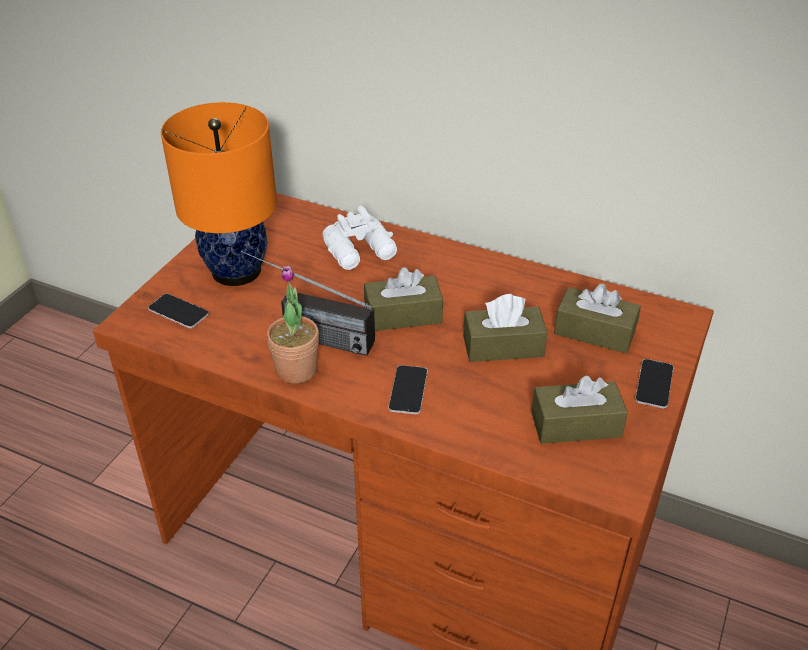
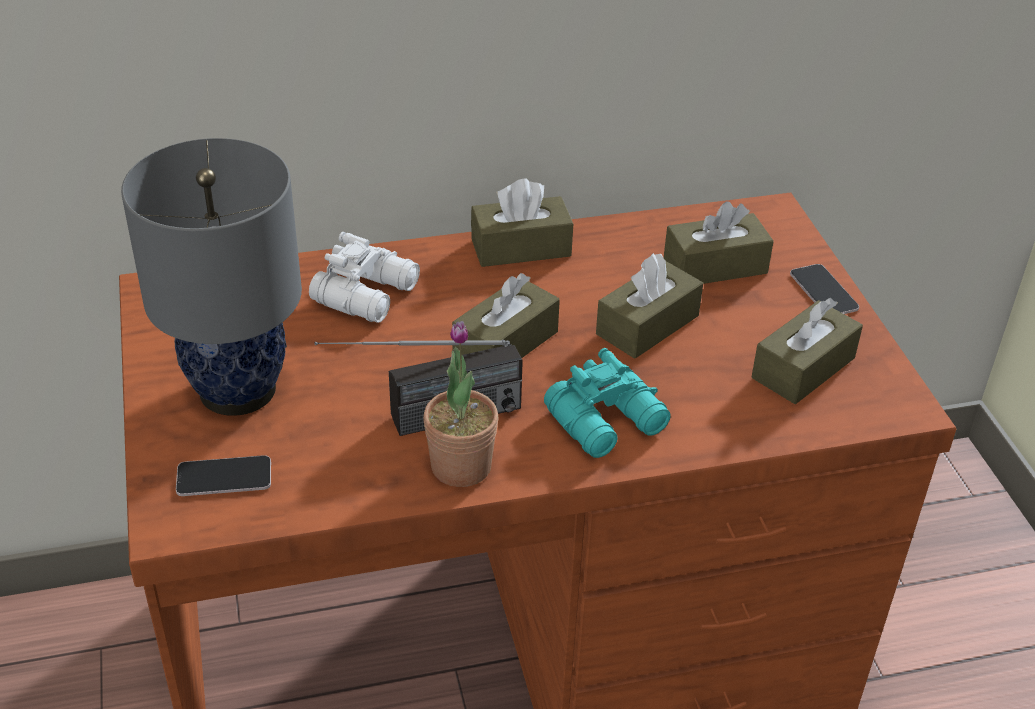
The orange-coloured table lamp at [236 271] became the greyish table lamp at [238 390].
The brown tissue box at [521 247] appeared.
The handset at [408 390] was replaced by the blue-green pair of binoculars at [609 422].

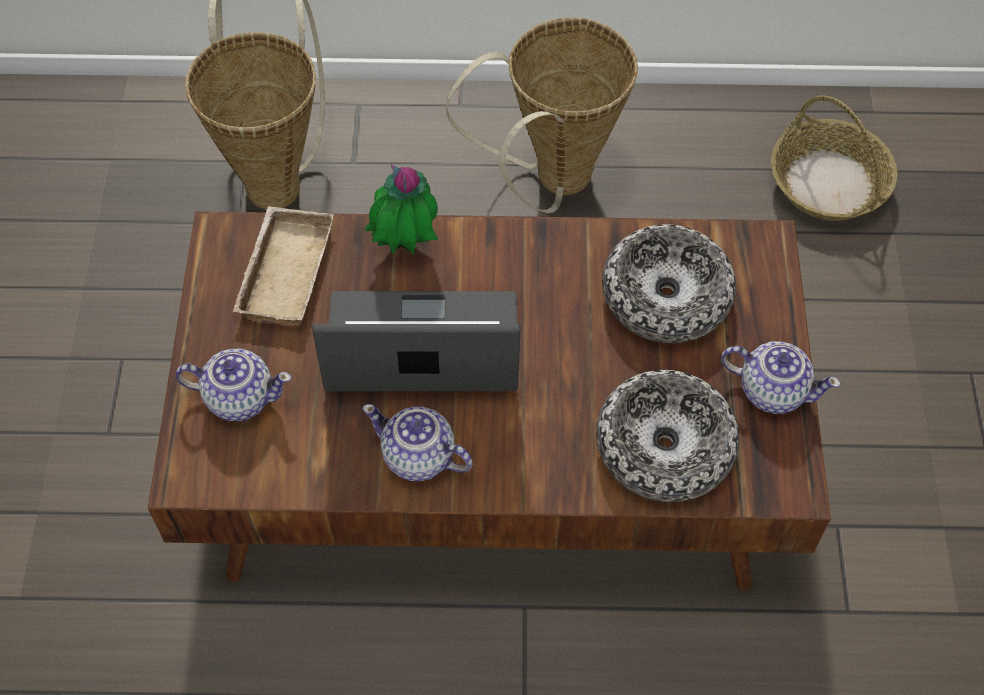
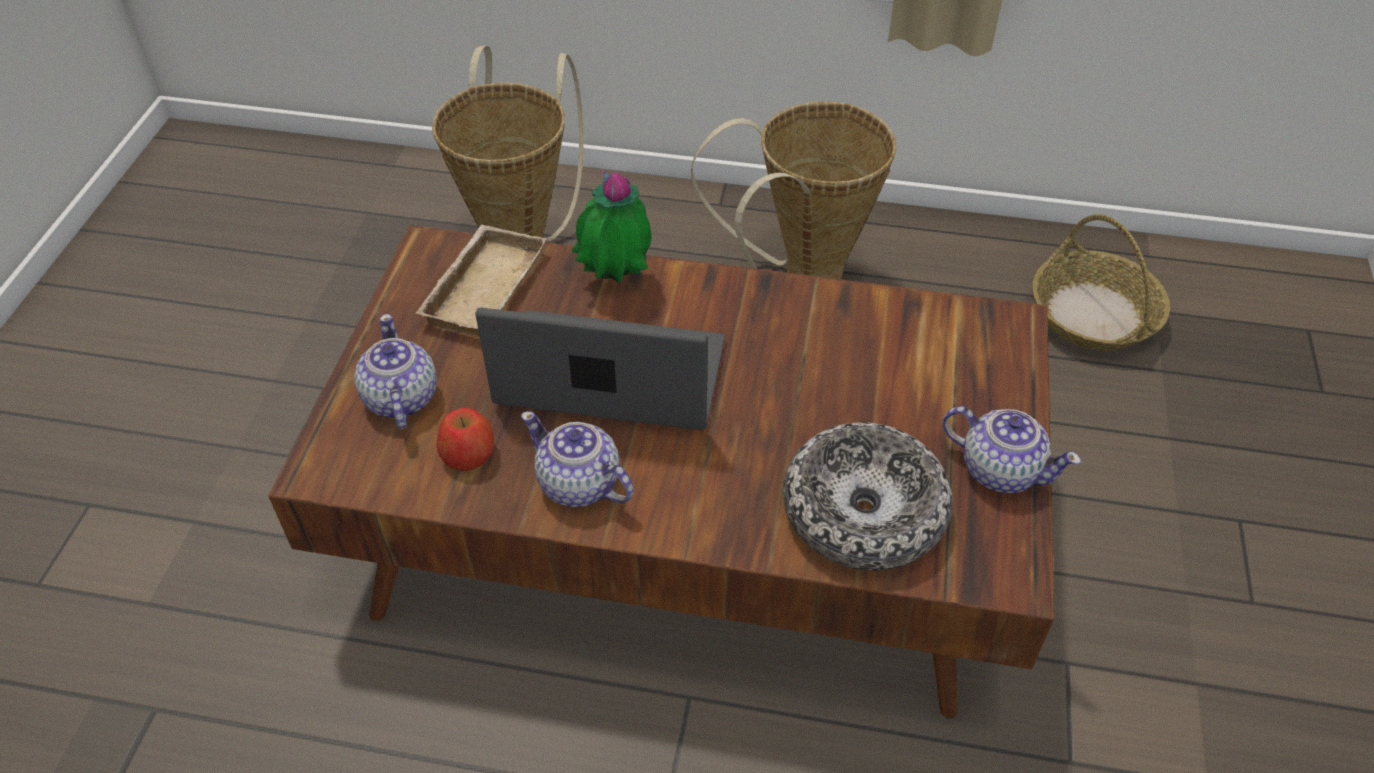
The tea pot at [239 397] turned 120 degrees counterclockwise.
The whole apple at [468 454] appeared.
The bowl at [666 295] disappeared.

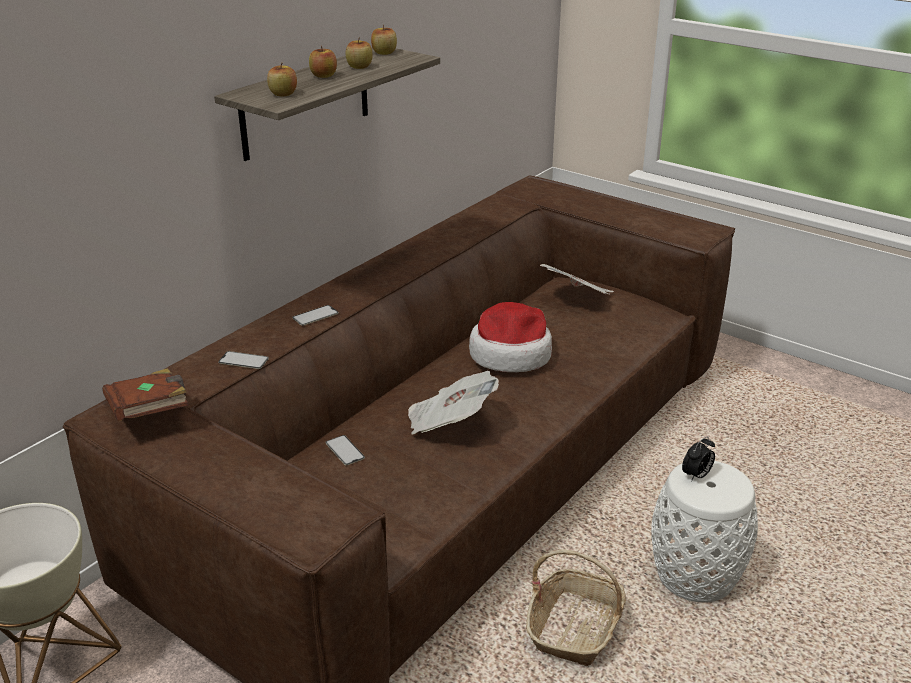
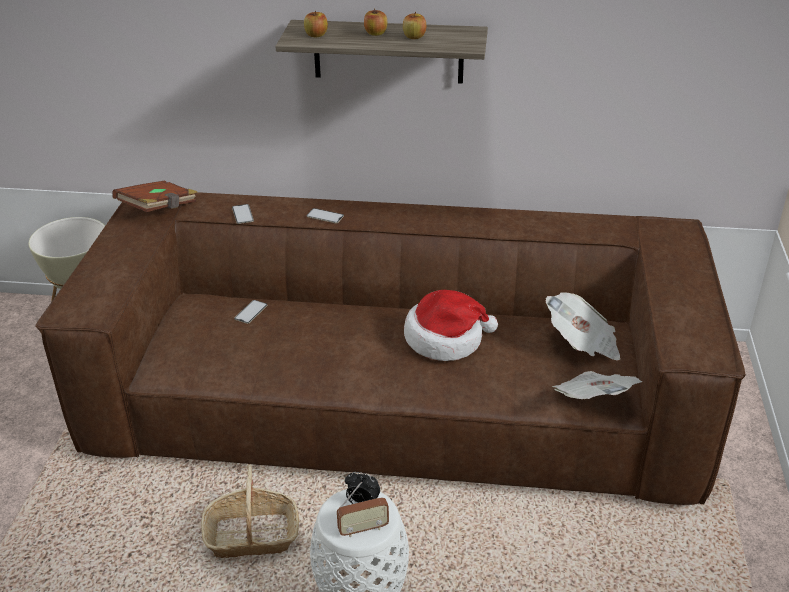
The radio at [363 529] appeared.
The printed paper moved from [449 422] to [593 401].
The whole apple at [384 53] disappeared.

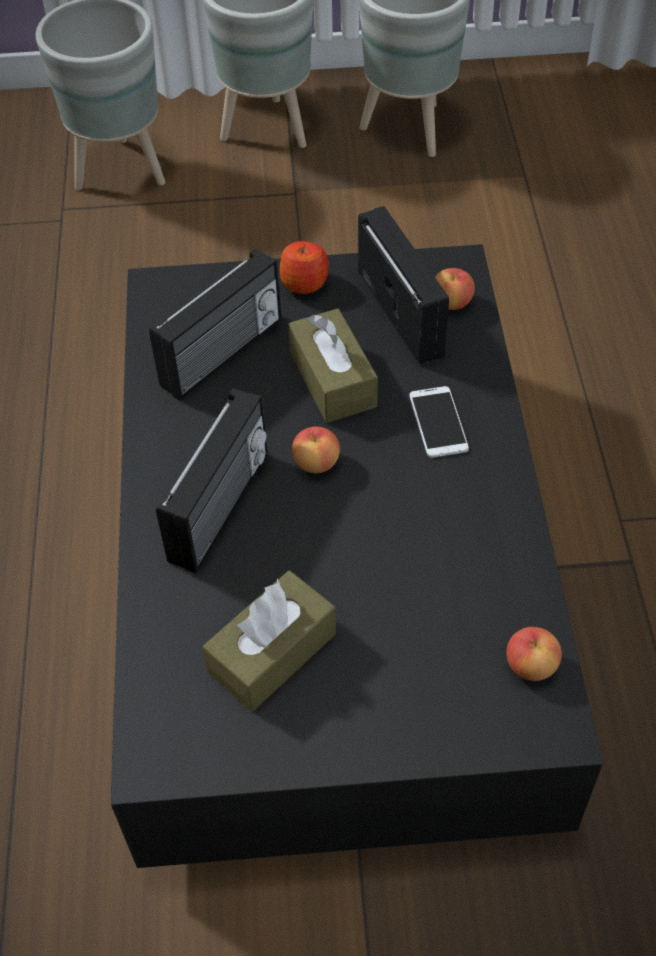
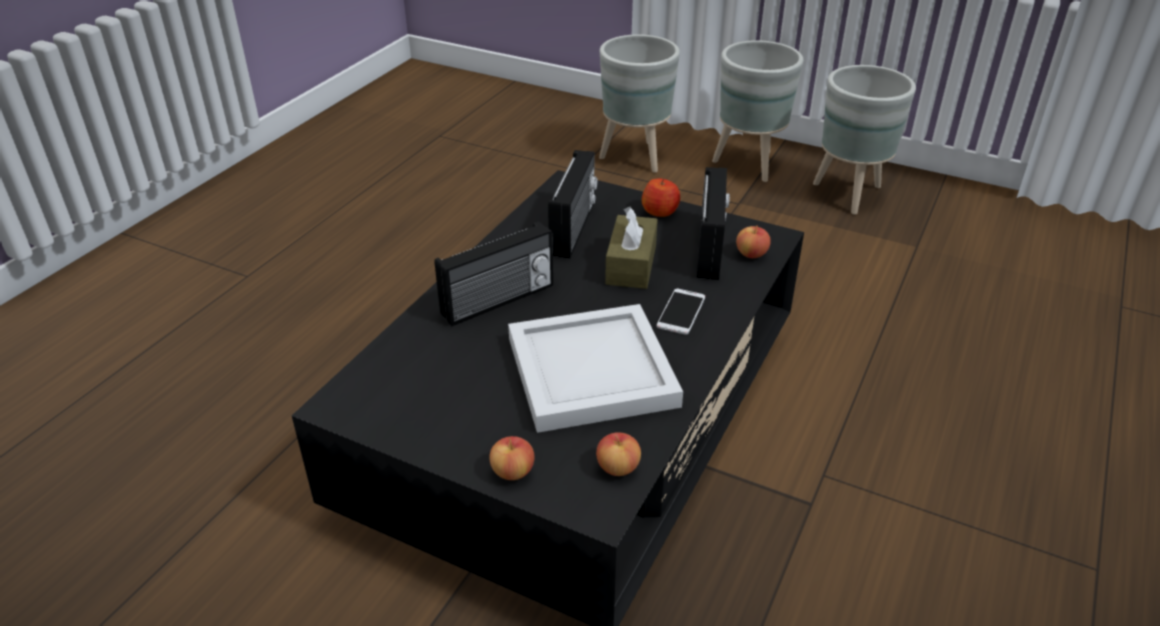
The whole apple moved from [316 463] to [512 472].
The whitish serving tray at [588 370] appeared.
The radio at [224 354] turned 60 degrees counterclockwise.
The brown tissue box at [272 653] disappeared.

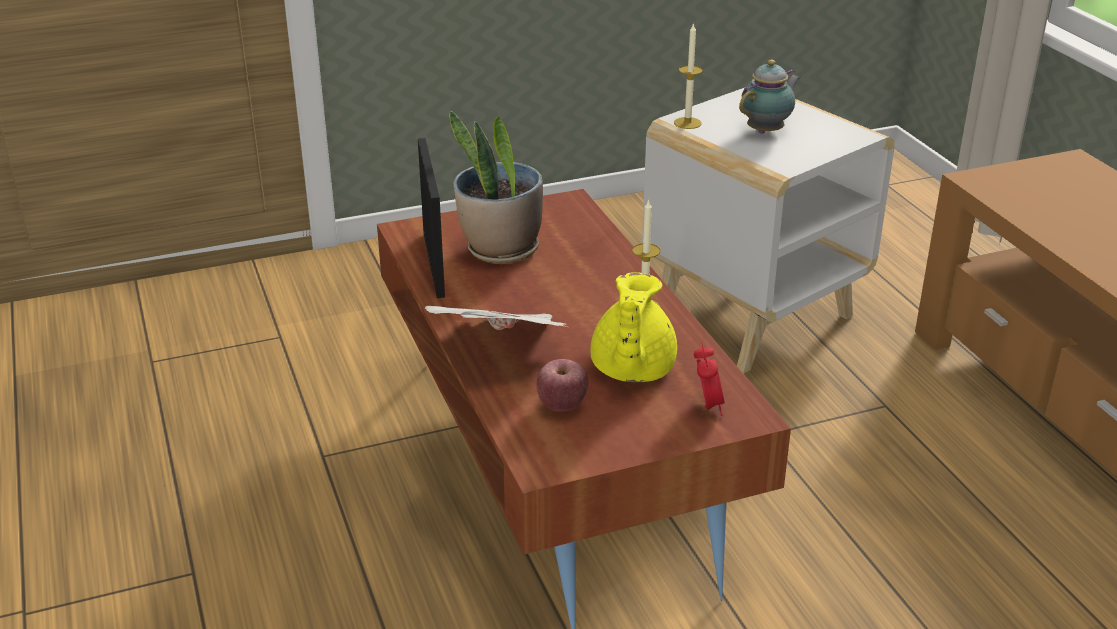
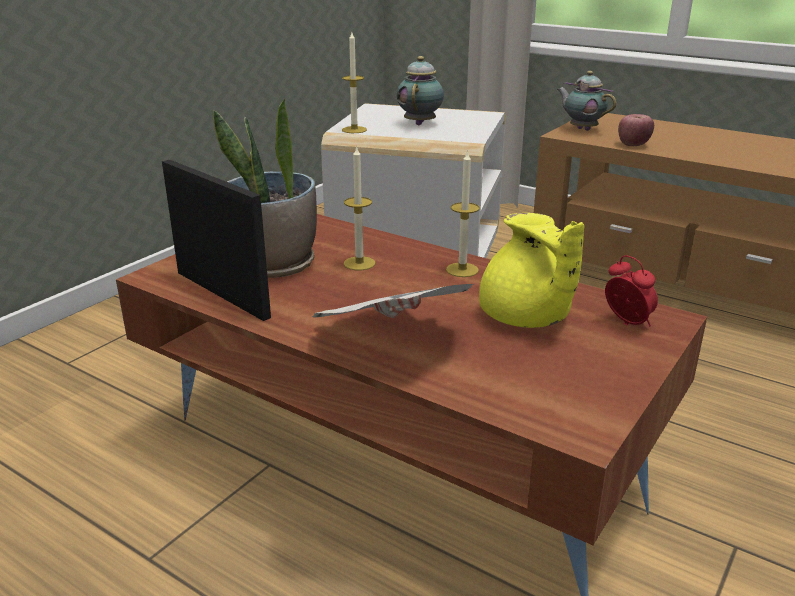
The candle at [359 263] appeared.
The tea pot at [581 129] appeared.
The whole apple moved from [562 405] to [633 145].

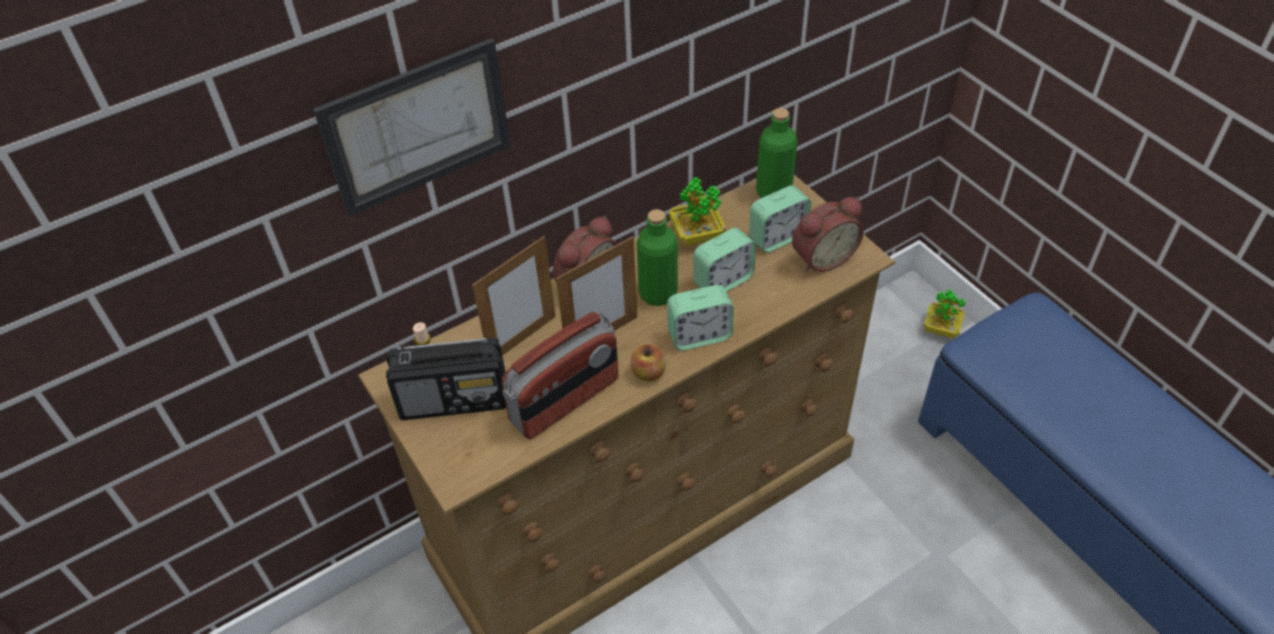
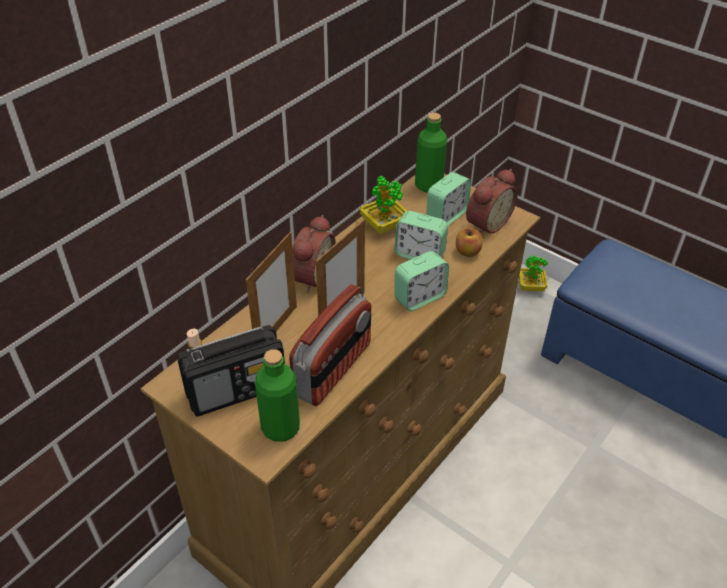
The greenish bottle moved from [658 293] to [280 428].
The bedside clock at [723 281] turned 75 degrees clockwise.
The whole apple moved from [648 373] to [467 252].
The wall art at [417 126] disappeared.

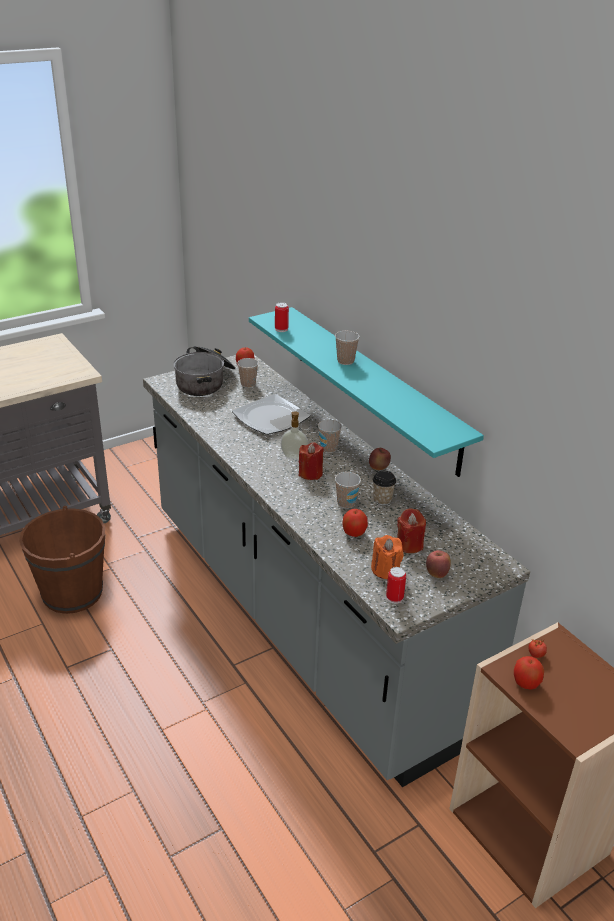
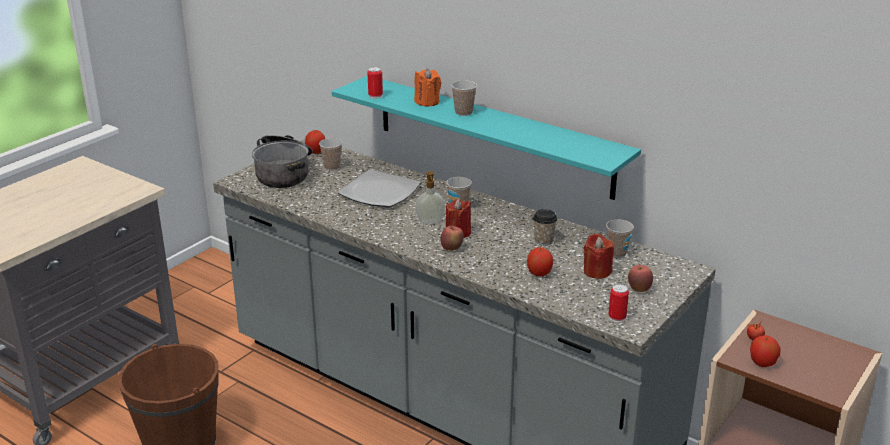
The orange-coloured candle moved from [385 570] to [427 102].
The whole apple moved from [378 468] to [452 249].
The drinking cup moved from [346 503] to [617 253].

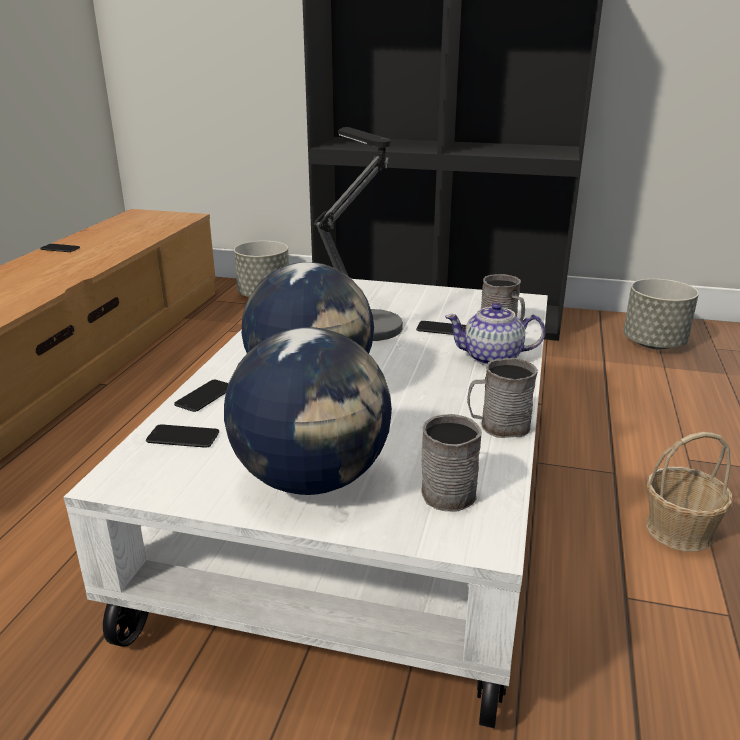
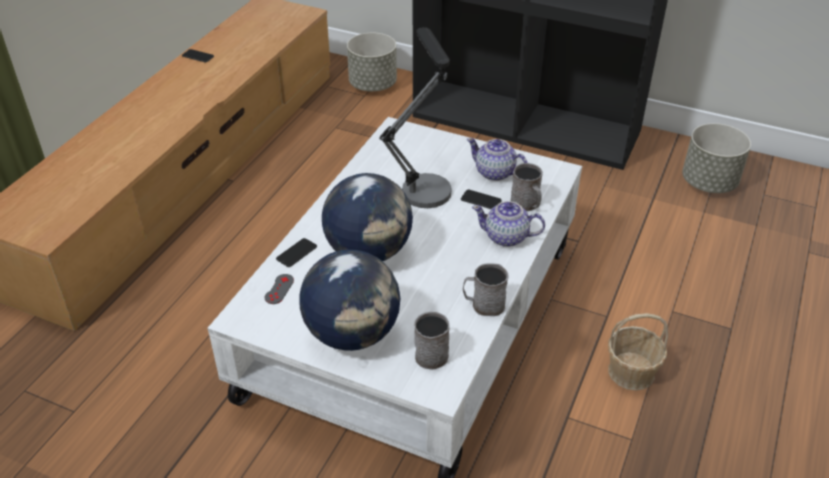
The handset at [183 437] was replaced by the greyish game controller at [279 289].
The tea pot at [495 173] appeared.

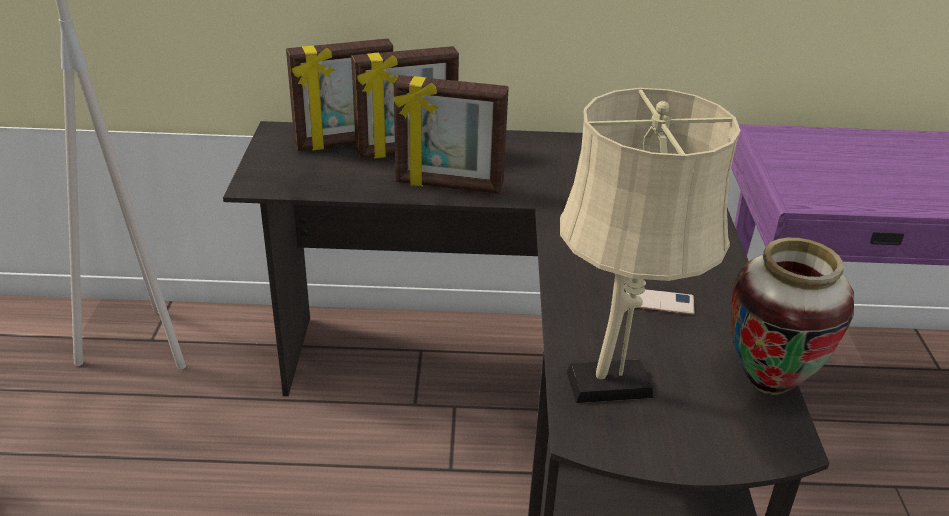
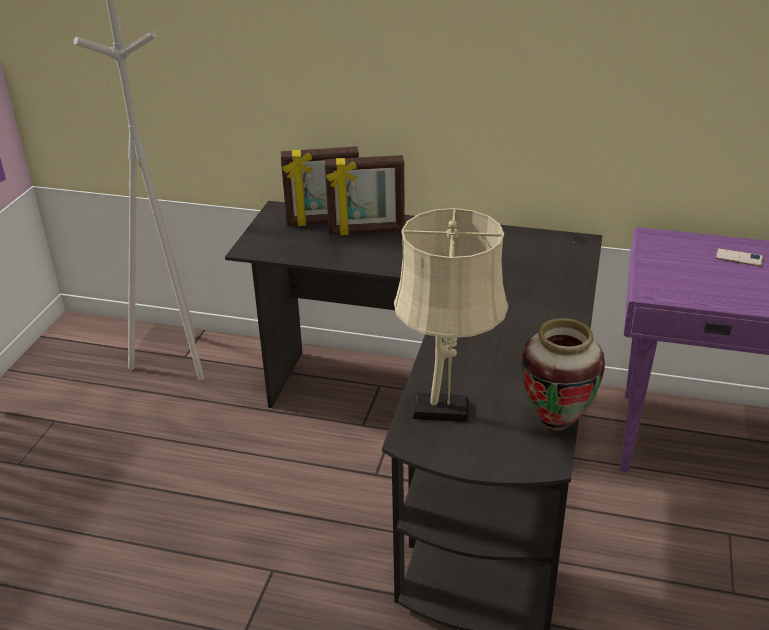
The handset moved from [659 302] to [739 258].
The picture frame at [449 186] disappeared.

